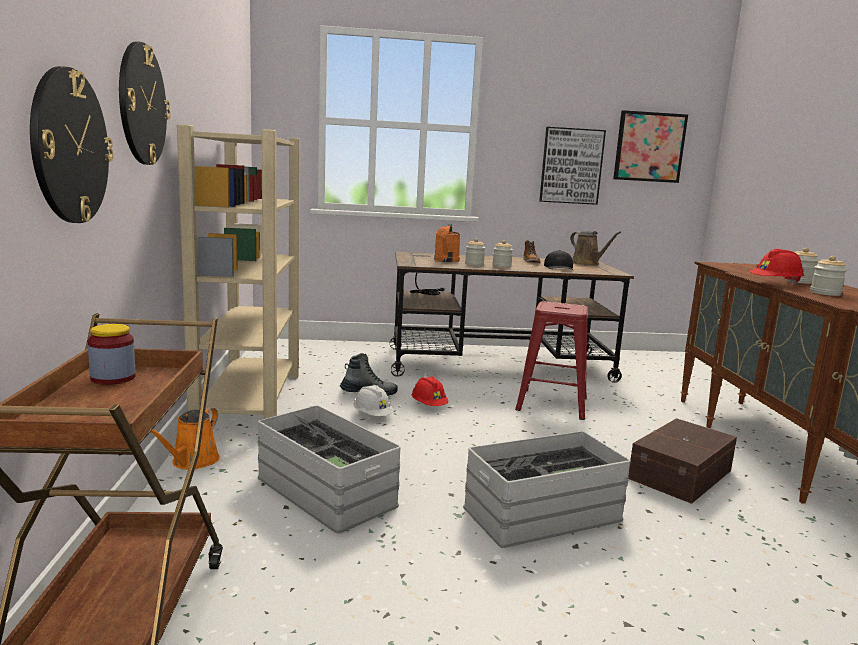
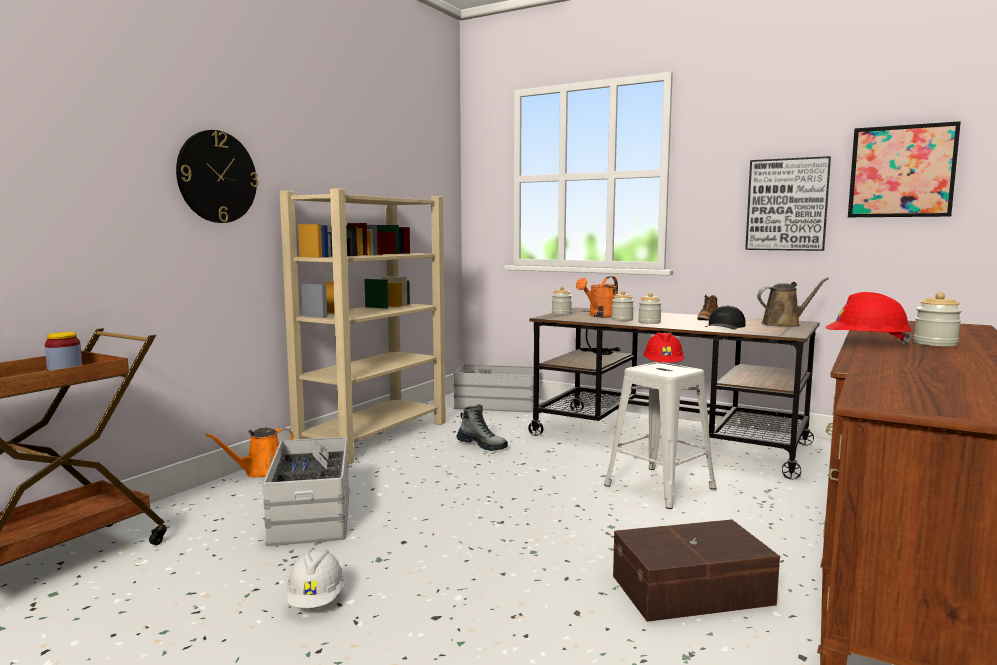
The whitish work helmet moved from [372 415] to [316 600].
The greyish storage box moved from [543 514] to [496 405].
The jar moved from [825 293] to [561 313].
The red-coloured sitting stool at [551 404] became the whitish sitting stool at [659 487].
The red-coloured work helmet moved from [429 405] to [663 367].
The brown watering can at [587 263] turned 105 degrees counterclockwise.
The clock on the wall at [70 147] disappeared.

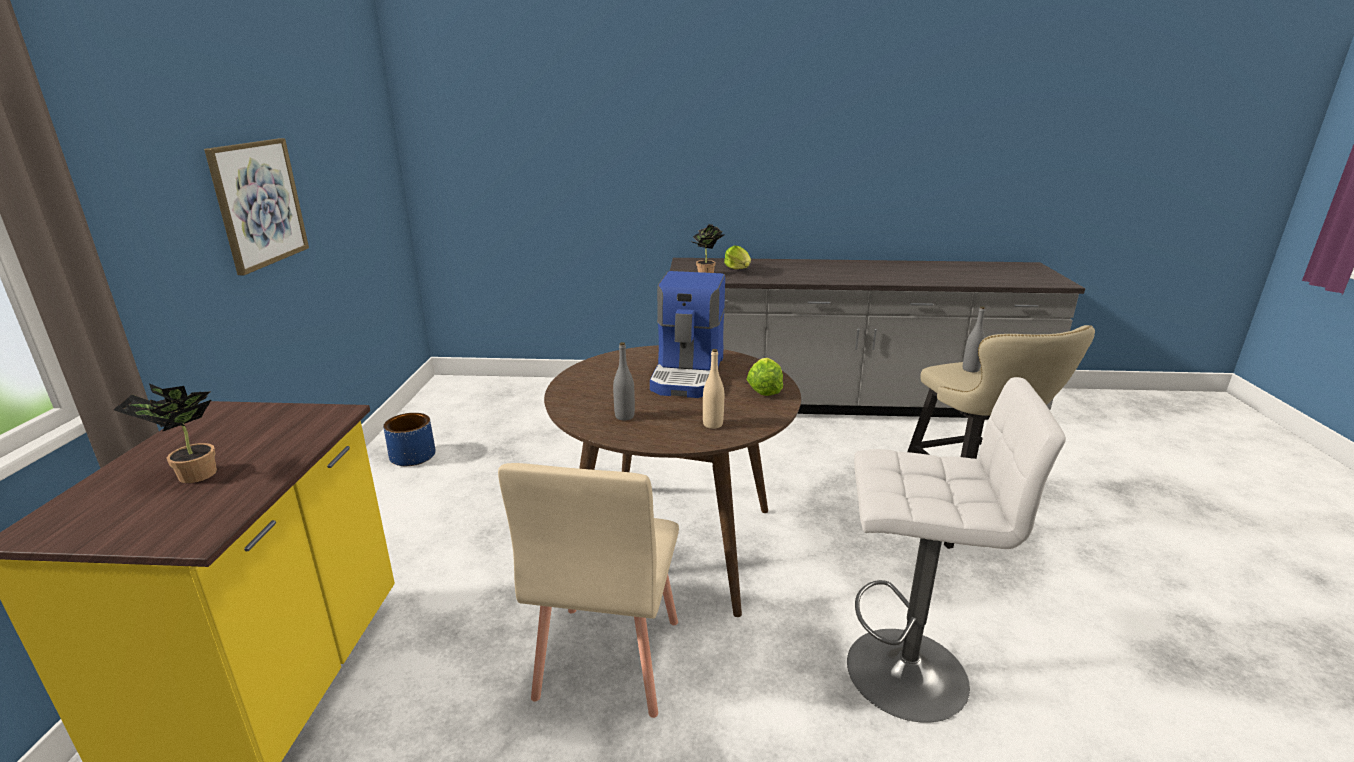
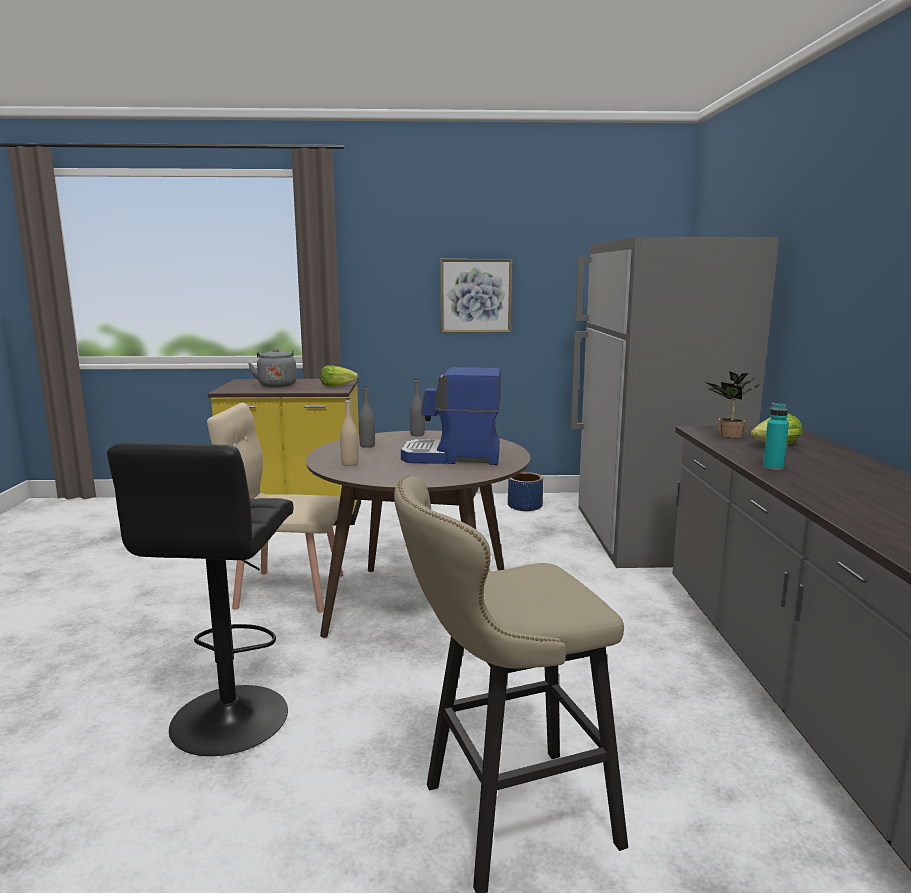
The whitish sitting stool at [908 674] became the blackish sitting stool at [228 720].
The plant in a pot at [191 476] was replaced by the greyish kettle at [277 385].
The lettuce head moved from [764 389] to [338 386].
The greyish bottle moved from [970 369] to [417 435].
The greyish refrigerator at [650 534] appeared.
The blue-green bottle at [773 467] appeared.

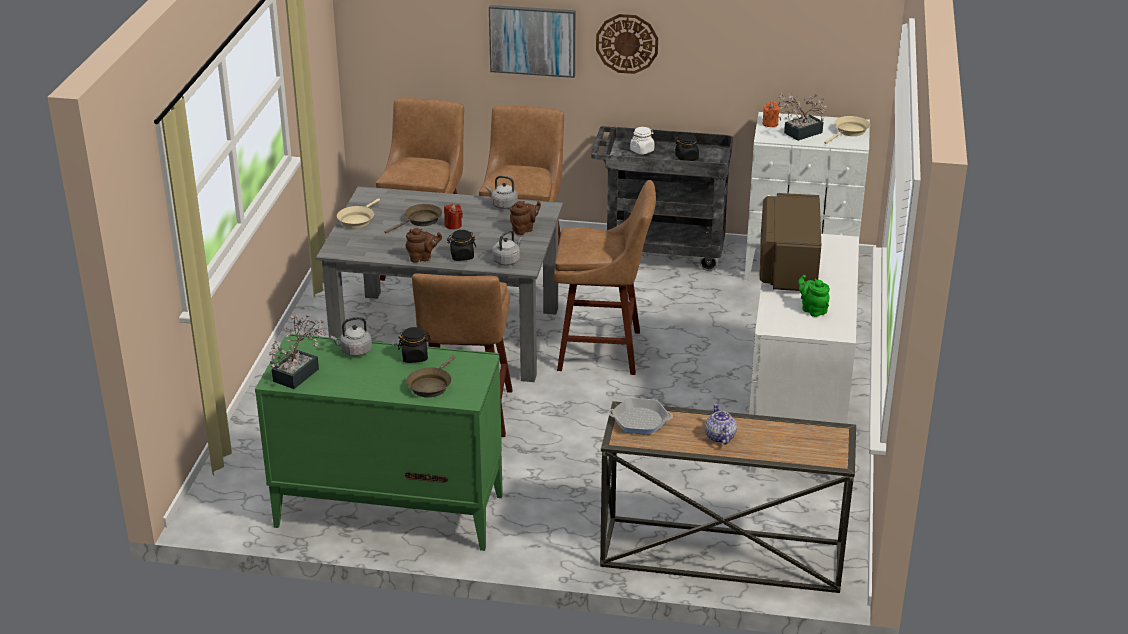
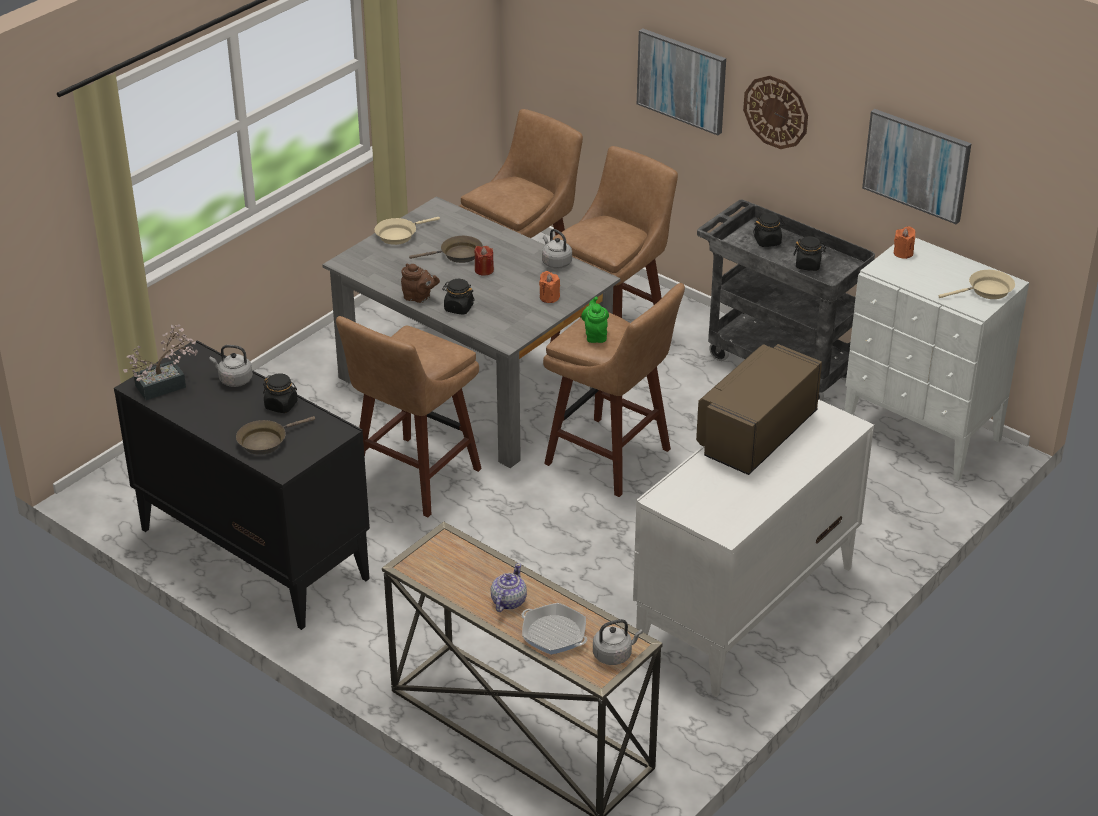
The greenish cupboard at [389 511] became the blackish cupboard at [253 553].
The pan moved from [640 421] to [554 634].
The brown tea pot at [524 229] was replaced by the orange-coloured candle at [549 297].
The greenish tea pot moved from [812 310] to [595 335].
The greyish kettle moved from [507 260] to [614 655].
The whitish jar at [642 150] became the blackish jar at [767 241].
The wall art at [917 165] appeared.
The plant in a pot at [799 133] disappeared.

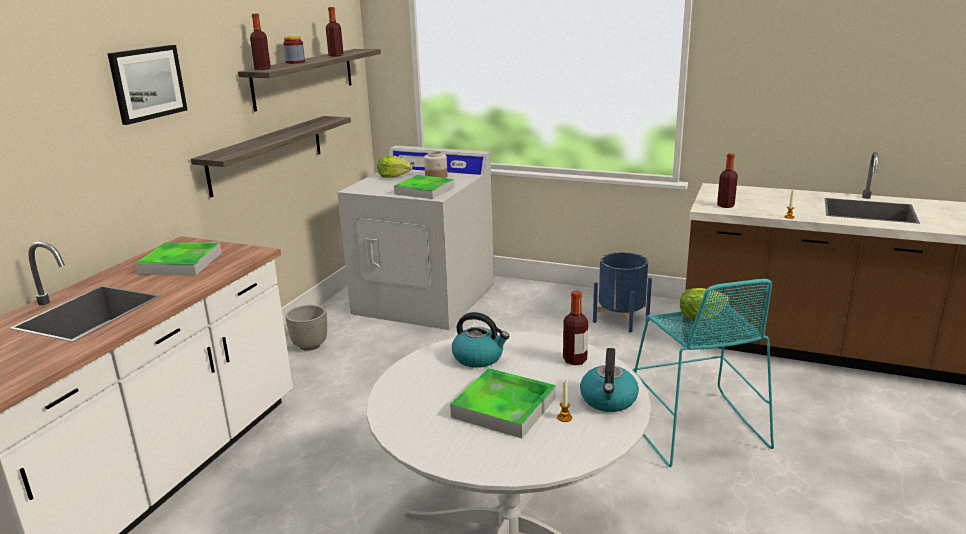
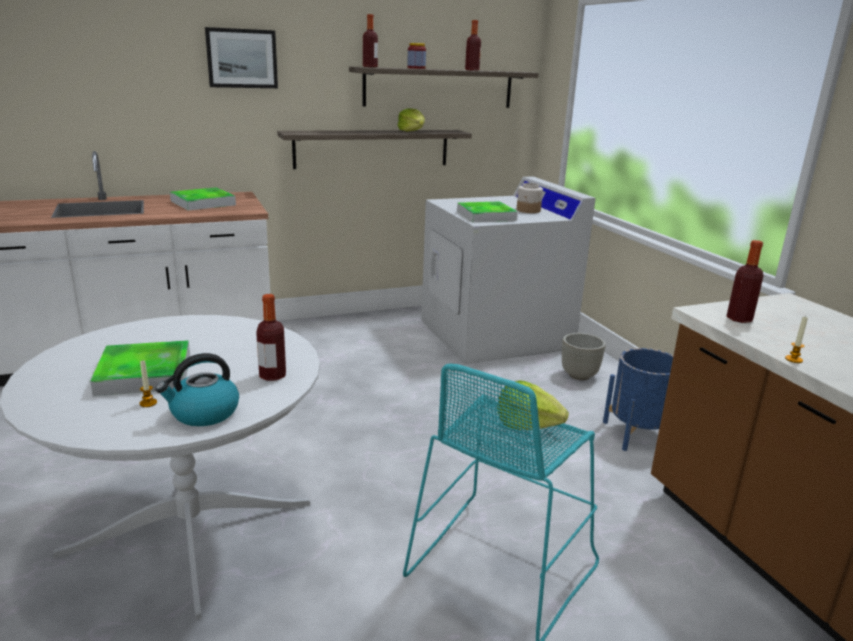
The lettuce head moved from [394 176] to [412 131].
The greyish plant pot moved from [310 346] to [579 376].
The kettle at [479 357] disappeared.

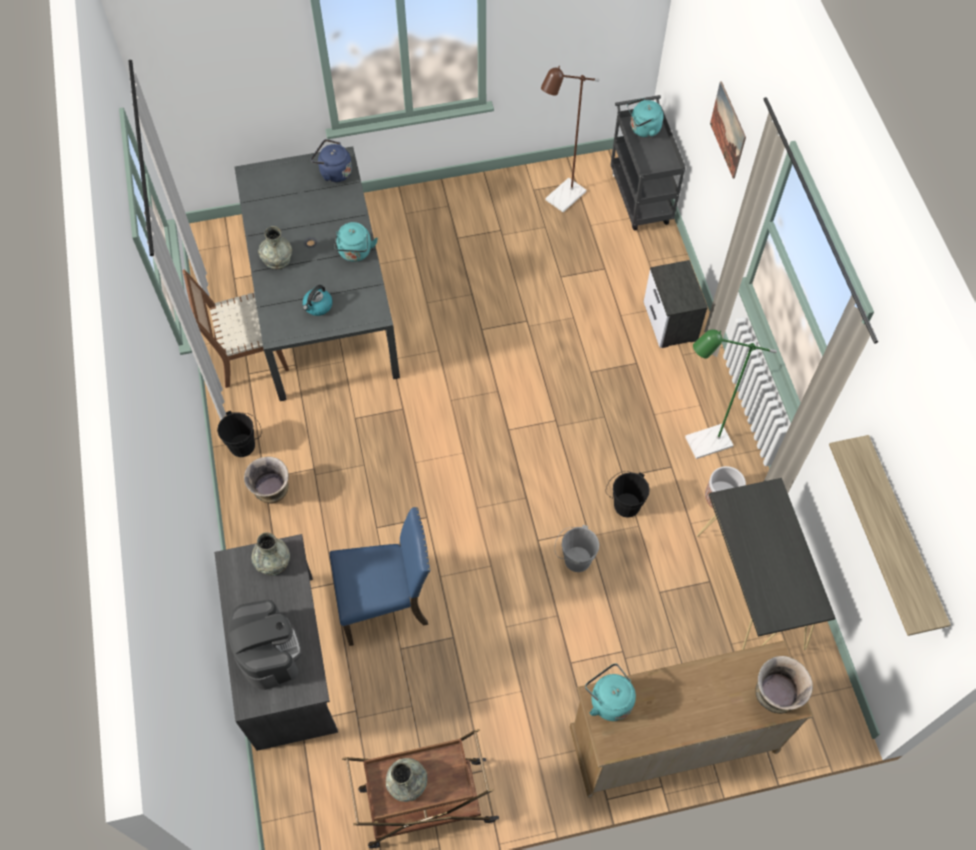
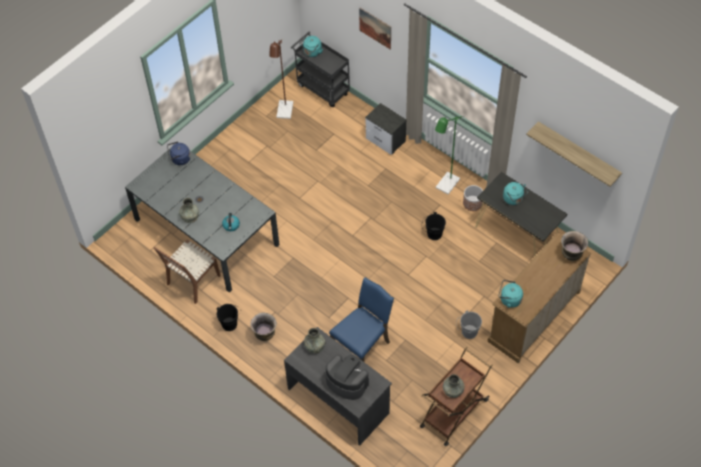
The greyish water bucket moved from [574 558] to [467 332].
The blue-green kettle moved from [355 253] to [514 199].

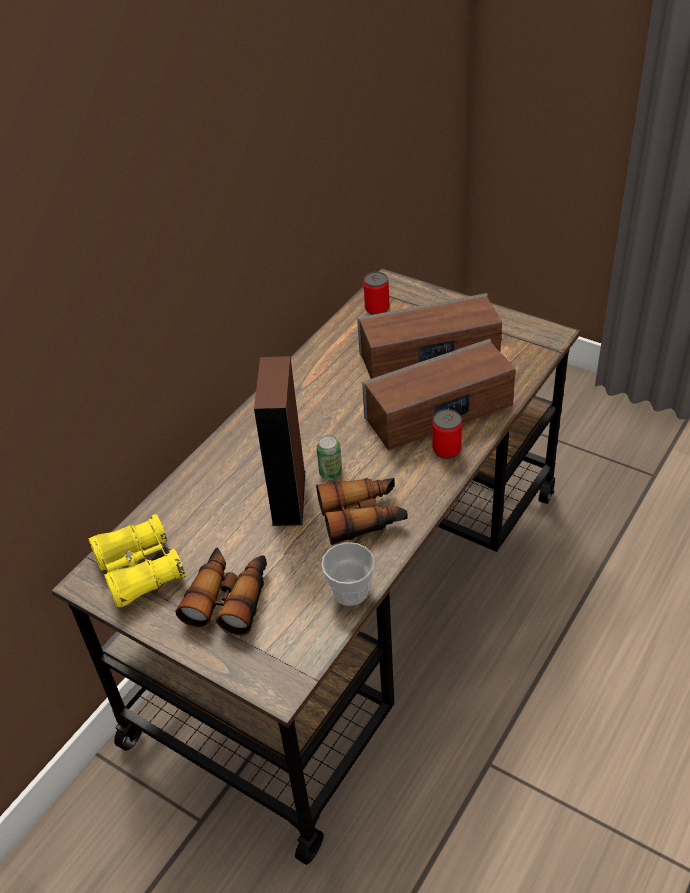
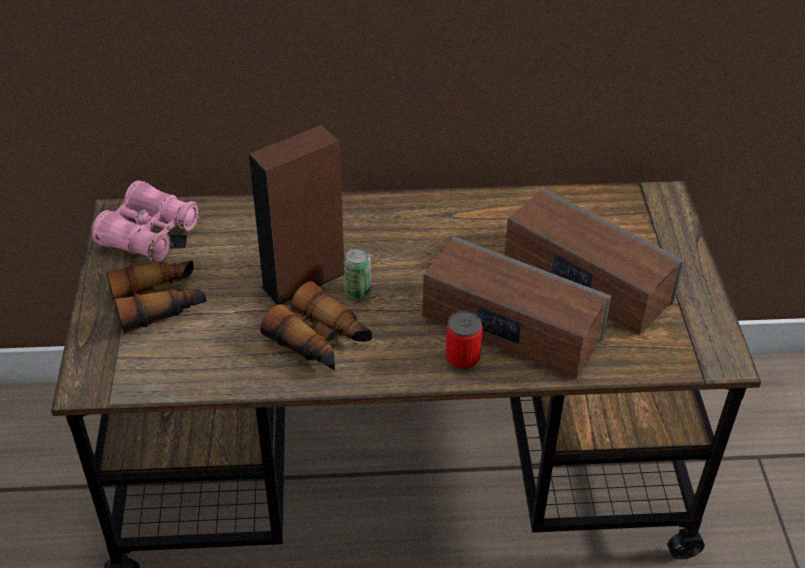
The yellow-coloured pair of binoculars at [139 570] became the pink pair of binoculars at [149 235].
The drinking cup at [350 591] disappeared.
The sealed can at [377 308] disappeared.

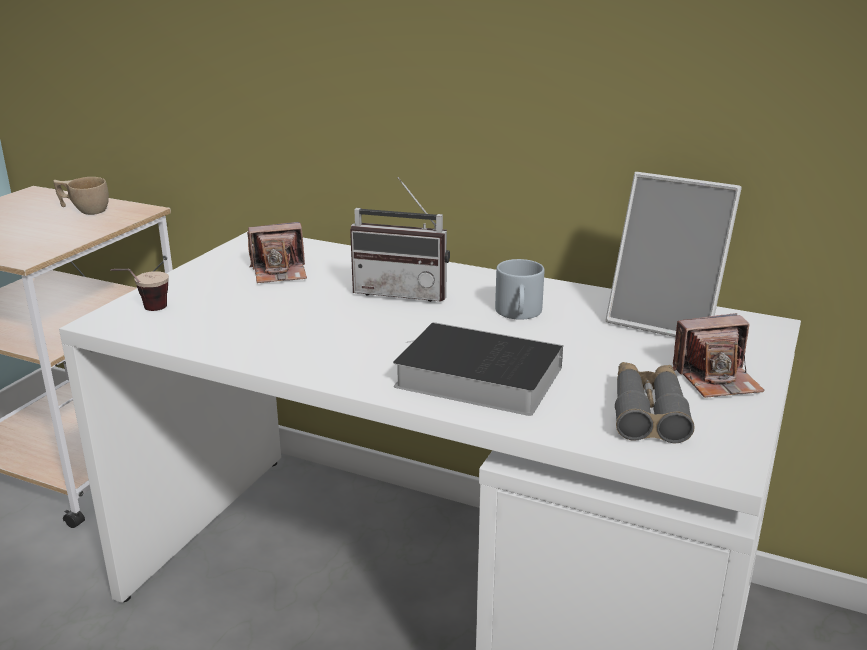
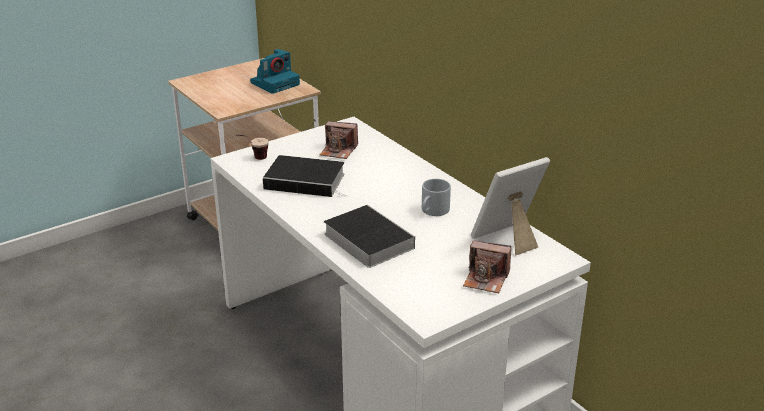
The sand-coloured drinking cup at [84 210] was replaced by the still camera at [275 83].
The book at [307 181] appeared.
The picture frame at [666 320] turned 90 degrees clockwise.
The radio at [404 291] disappeared.
The greyish pair of binoculars at [648 411] disappeared.

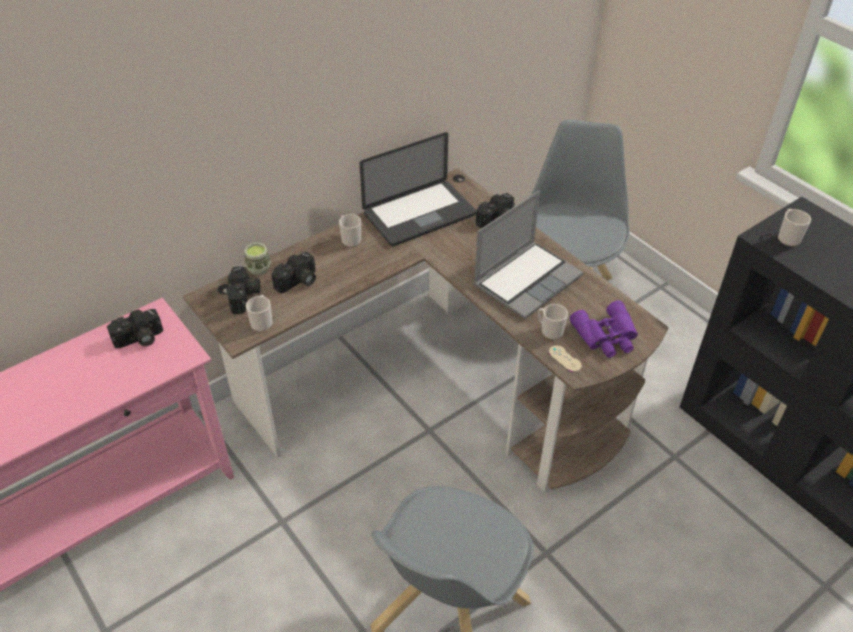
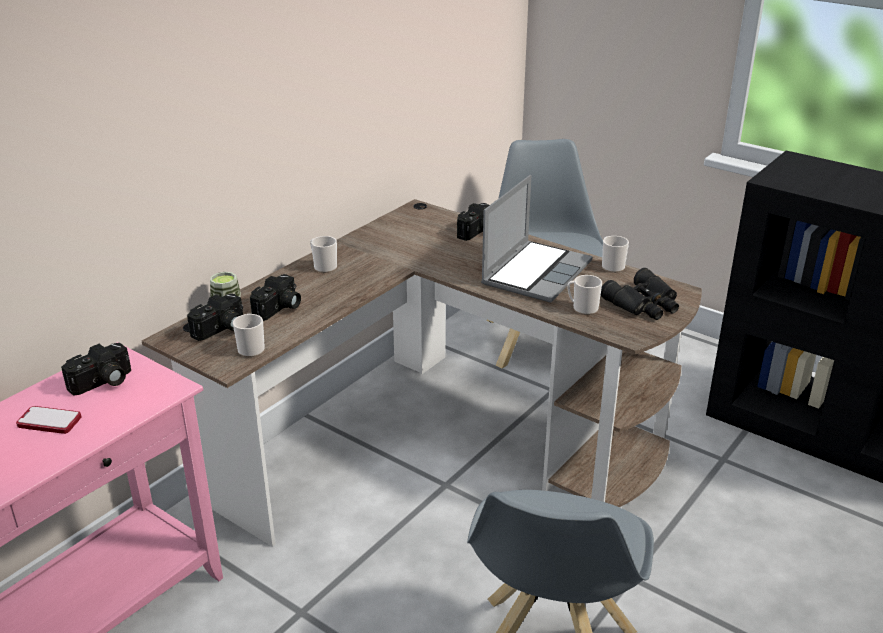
The handset at [49 421] appeared.
The still camera at [245 297] turned 60 degrees clockwise.
The purplish pair of binoculars at [607 336] became the blackish pair of binoculars at [644 304].
The coffee mug moved from [787 237] to [611 266].
The laptop at [419 214] disappeared.
The sand-coloured game controller at [565 358] disappeared.

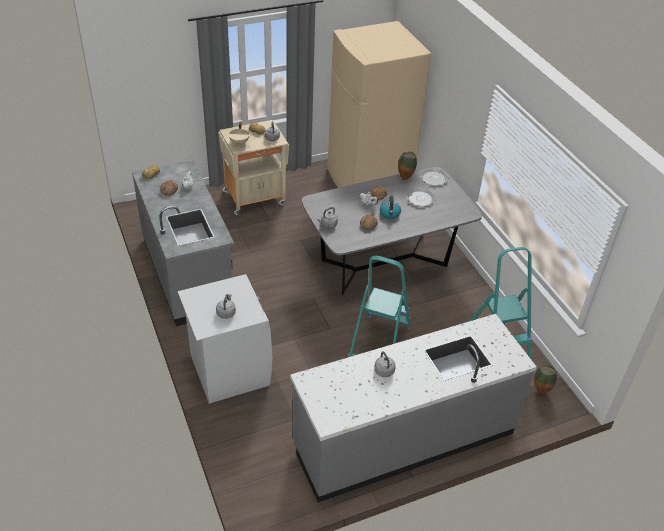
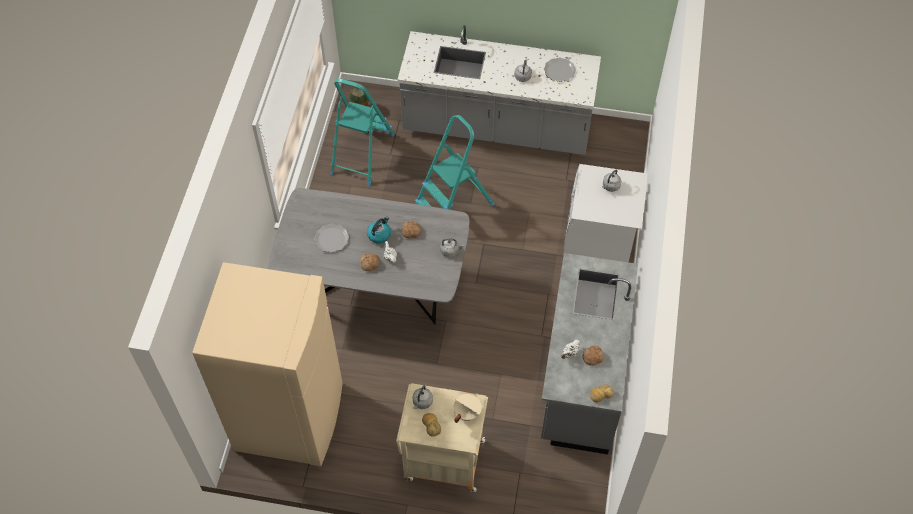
The flat dish moved from [433 178] to [559 70].
The decorative vase at [405 178] disappeared.

